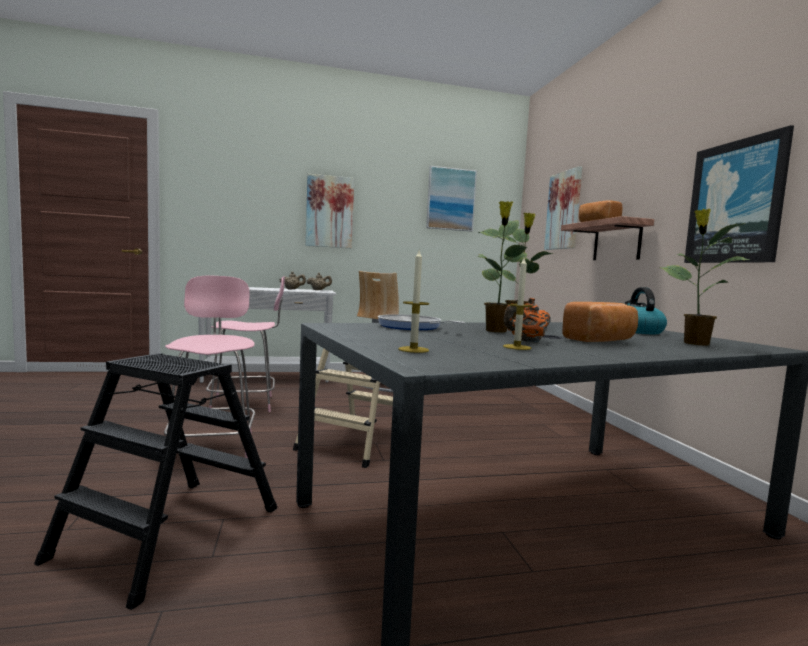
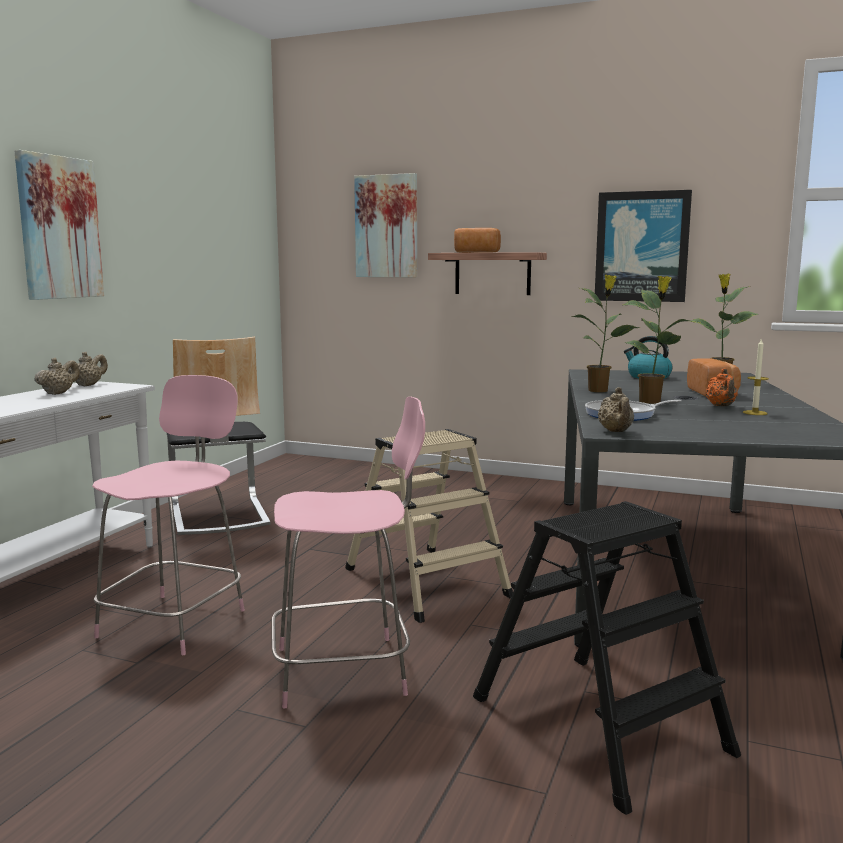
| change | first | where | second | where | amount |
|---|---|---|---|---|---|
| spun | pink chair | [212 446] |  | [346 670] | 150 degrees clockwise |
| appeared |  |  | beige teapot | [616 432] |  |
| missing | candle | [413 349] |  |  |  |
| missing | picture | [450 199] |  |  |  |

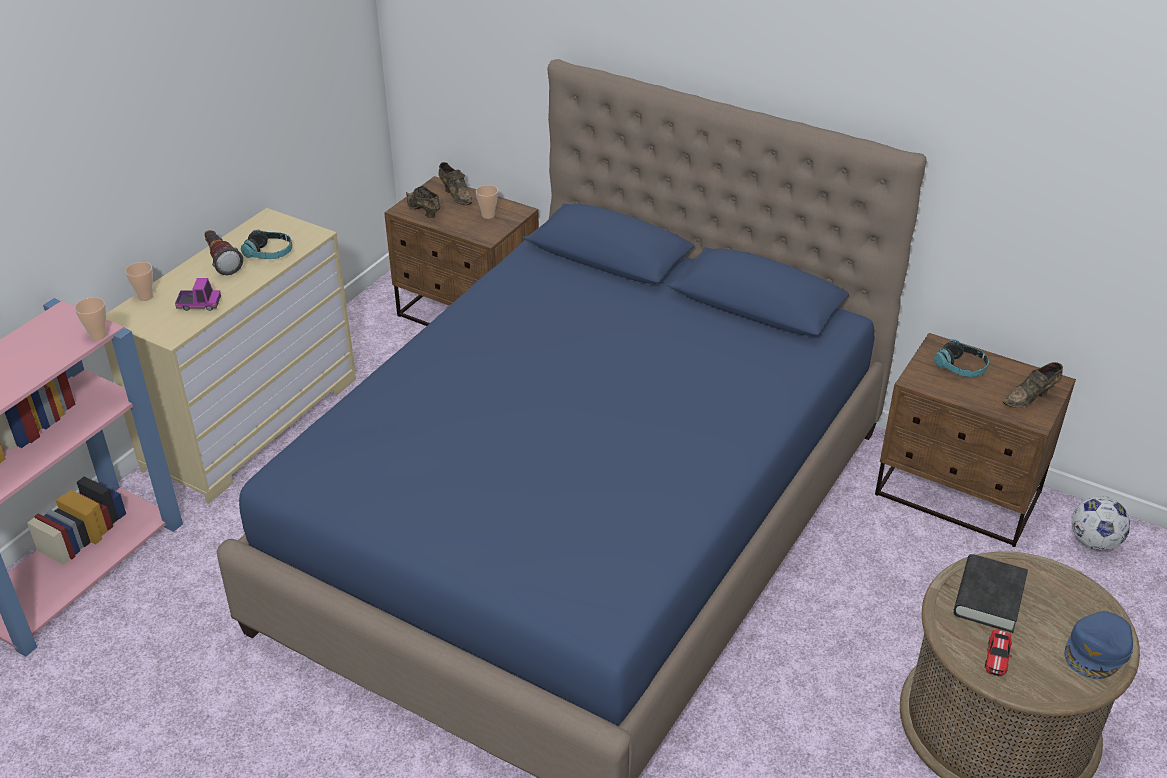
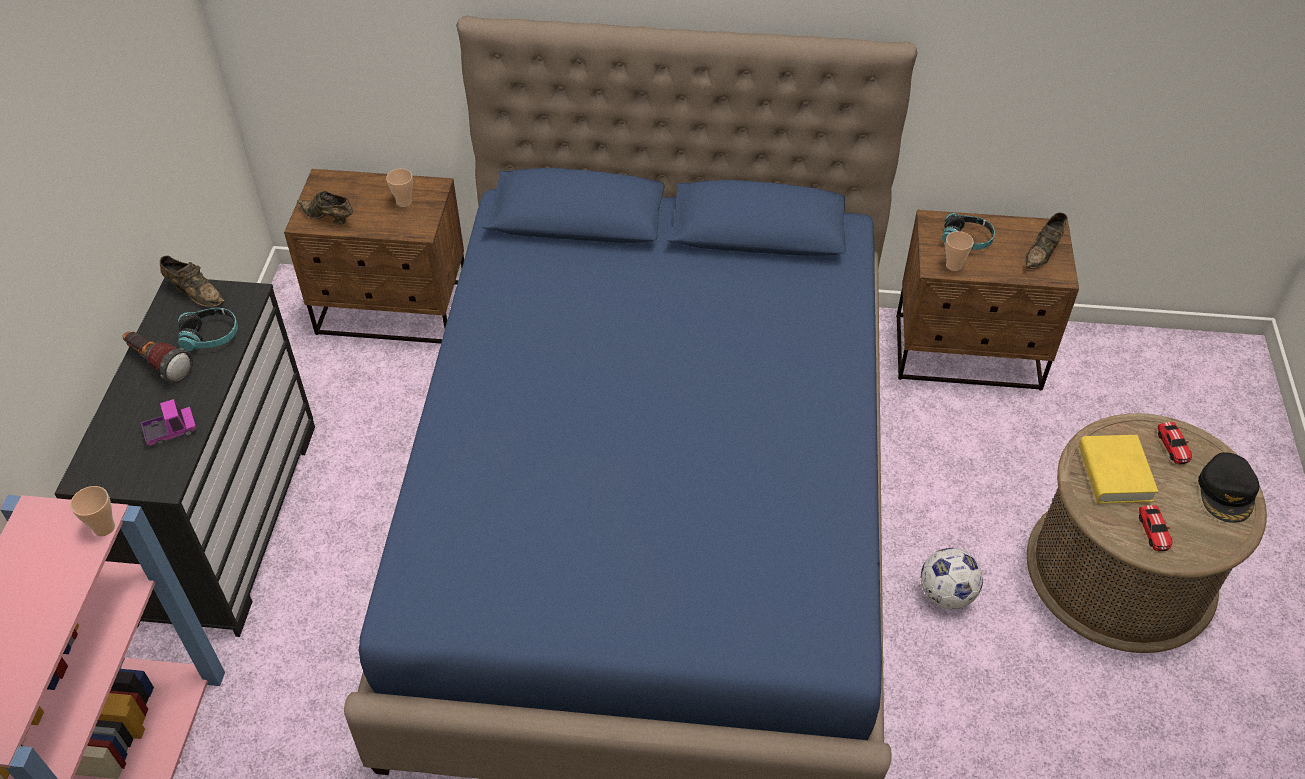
| change | first | where | second | where | amount |
|---|---|---|---|---|---|
| colour | beige dresser | [252 422] | black dresser | [228 519] |  |
| relocated | brown shoe | [456 195] |  | [195 293] |  |
| relocated | football | [1094 542] |  | [946 594] |  |
| relocated | cup | [145 296] |  | [953 265] |  |
| colour | black book | [988 598] | yellow book | [1114 474] |  |
| appeared |  |  | toy car | [1173 446] |  |
| colour | blue cap | [1097 650] | black cap | [1226 492] |  |

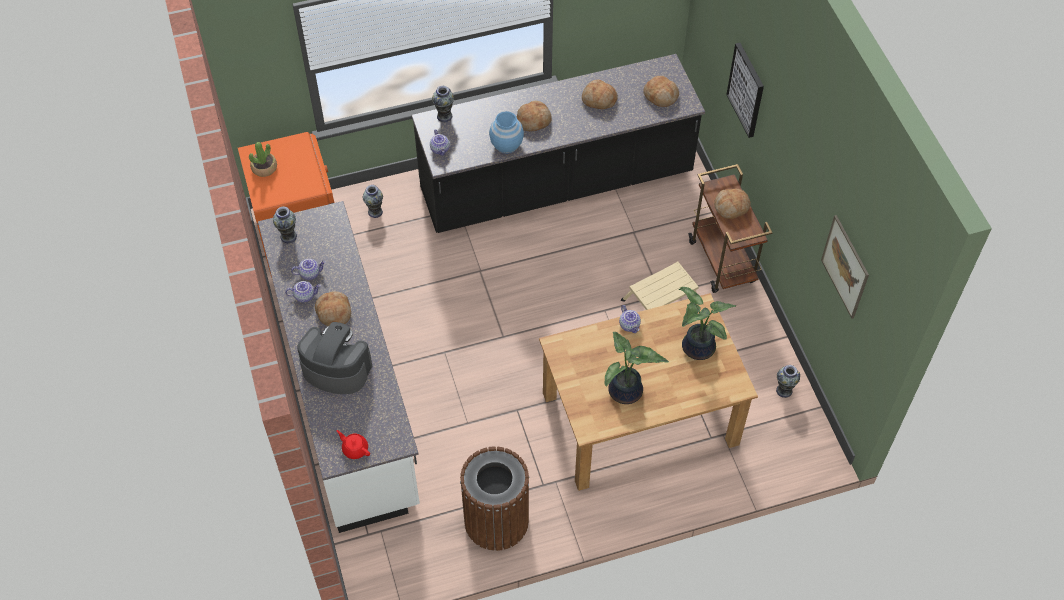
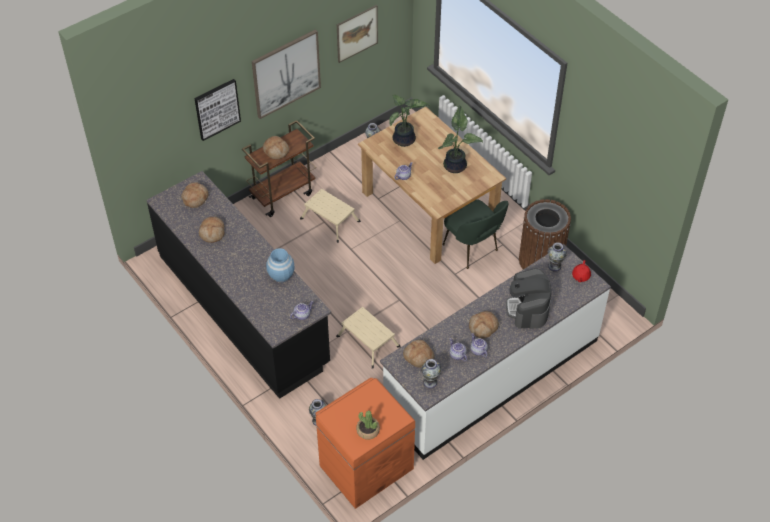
| change | first | where | second | where | amount |
|---|---|---|---|---|---|
| appeared |  |  | picture | [286 73] |  |
| appeared |  |  | beige step ladder | [368 341] |  |
| relocated | bread | [534 120] |  | [418 357] |  |
| appeared |  |  | green chair | [472 250] |  |
| relocated | vase | [444 116] |  | [554 266] |  |

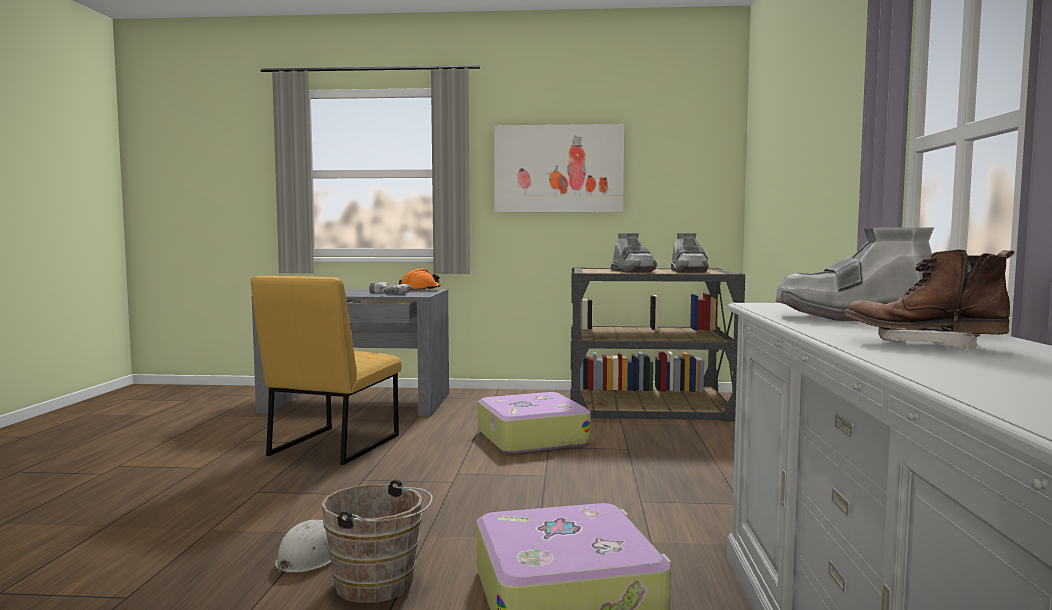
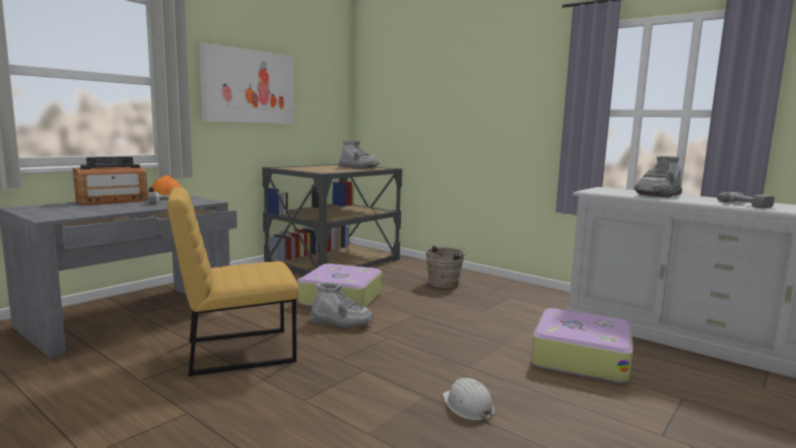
| change | first | where | second | where | amount |
|---|---|---|---|---|---|
| appeared |  |  | radio | [112 201] |  |
| spun | yellow chair | [332 446] |  | [236 351] | 105 degrees clockwise |
| relocated | grey boot | [633 271] |  | [342 322] |  |
| relocated | brown bucket | [379 585] |  | [446 283] |  |
| exchanged | brown boot | [923 345] | power drill | [748 204] |  |

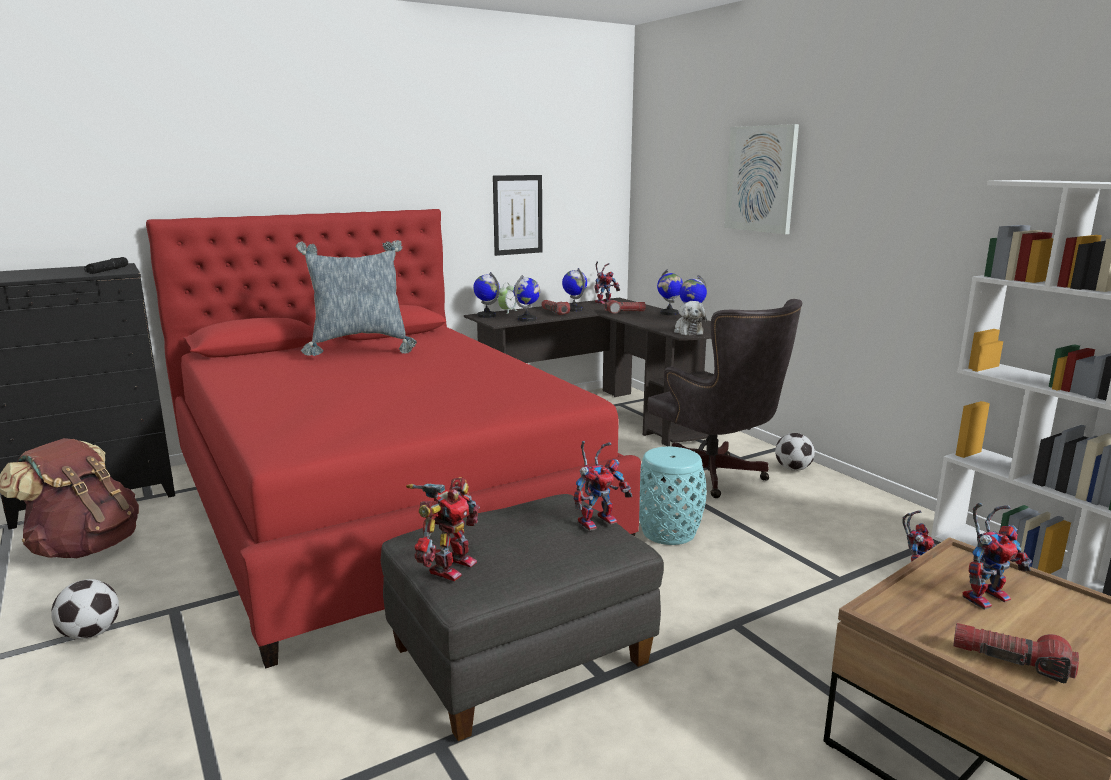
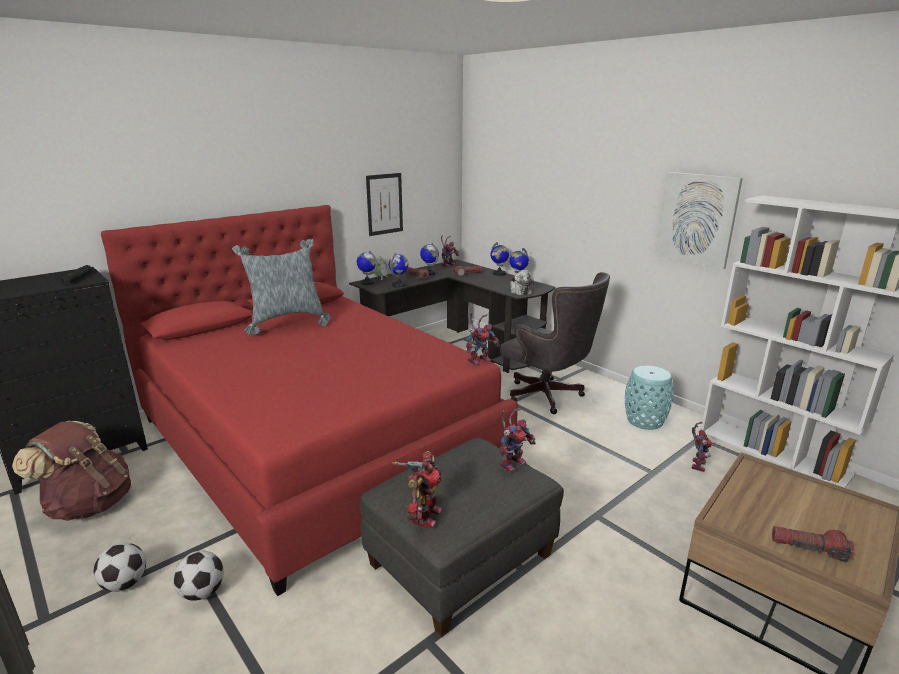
| change | first | where | second | where | amount |
|---|---|---|---|---|---|
| relocated | football | [793 469] |  | [202 592] |  |
| relocated | toy robot | [985 595] |  | [480 360] |  |
| relocated | turquoise stool | [668 533] |  | [644 421] |  |
| relocated | picture | [761 179] |  | [697 219] |  |

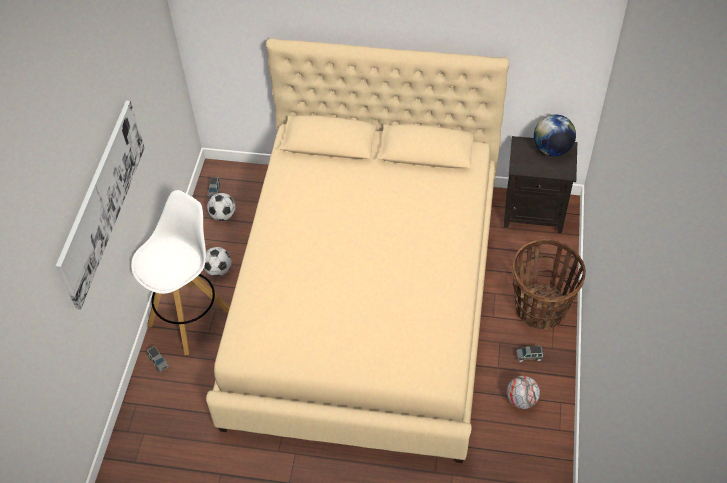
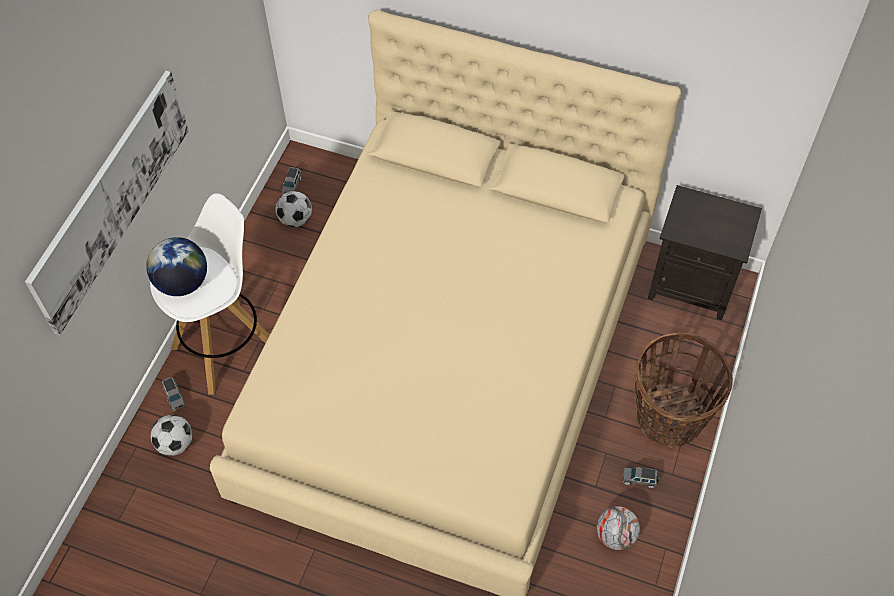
| change | first | where | second | where | amount |
|---|---|---|---|---|---|
| relocated | globe | [552 149] |  | [182 282] |  |
| relocated | football | [218 270] |  | [175 443] |  |

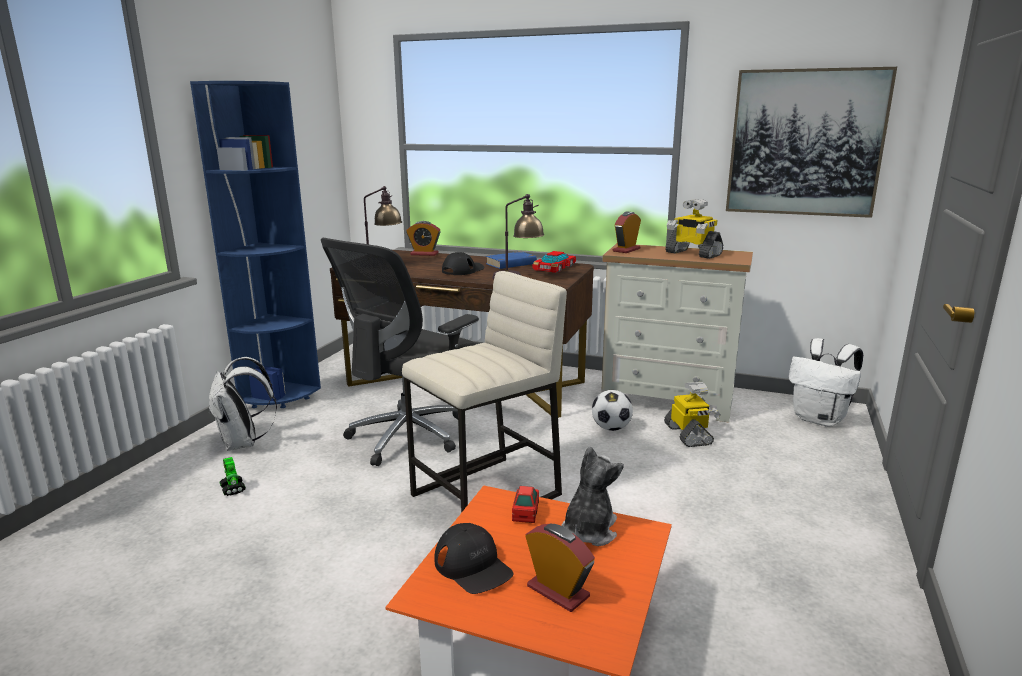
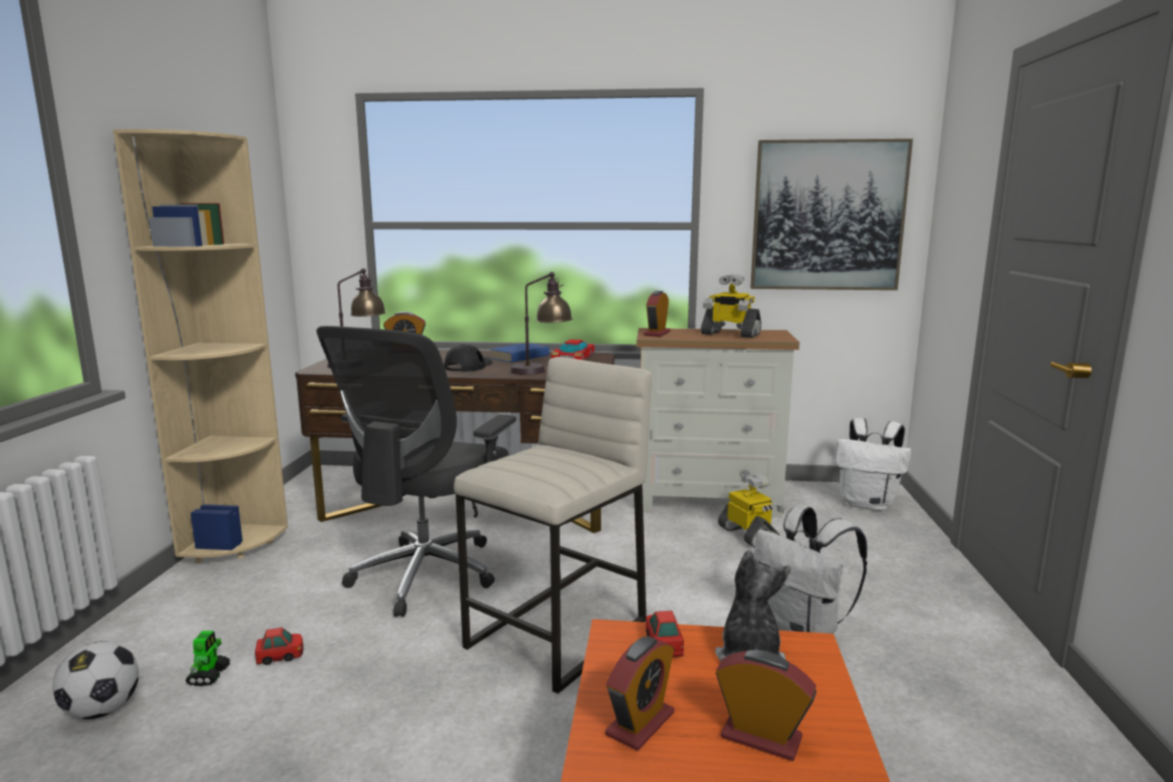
| change | first | where | second | where | amount |
|---|---|---|---|---|---|
| relocated | football | [611 428] |  | [102 710] |  |
| colour | blue bookcase | [280 401] | beige bookcase | [234 550] |  |
| spun | toy robot | [233 489] |  | [209 675] | 135 degrees counterclockwise |
| appeared |  |  | toy car | [280 656] |  |
| exchanged | black cap | [473 566] | alarm clock | [640 724] |  |
| relocated | white backpack | [243 443] |  | [803 629] |  |

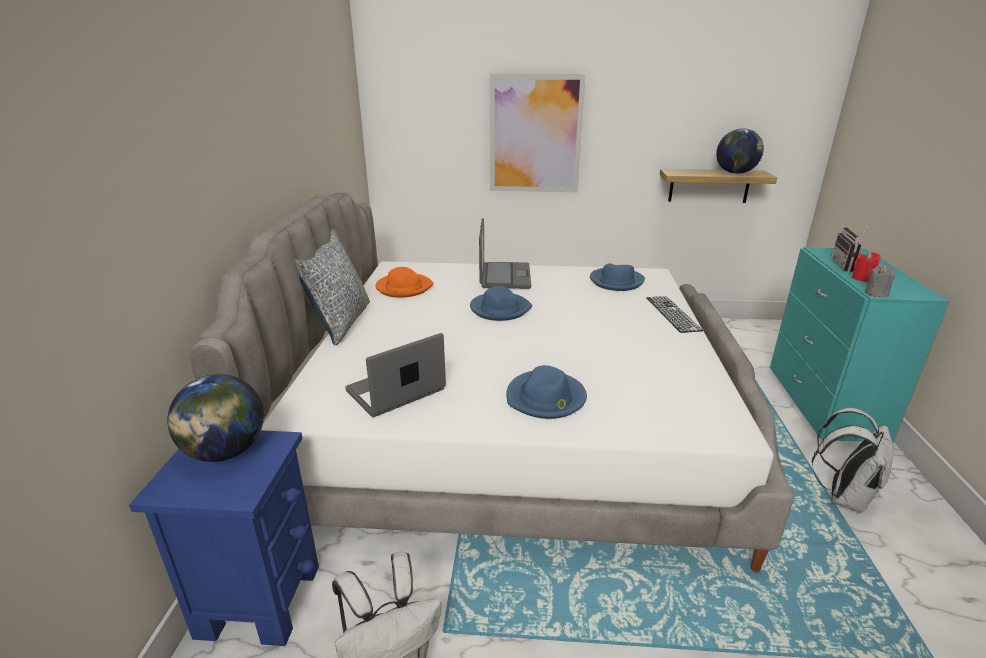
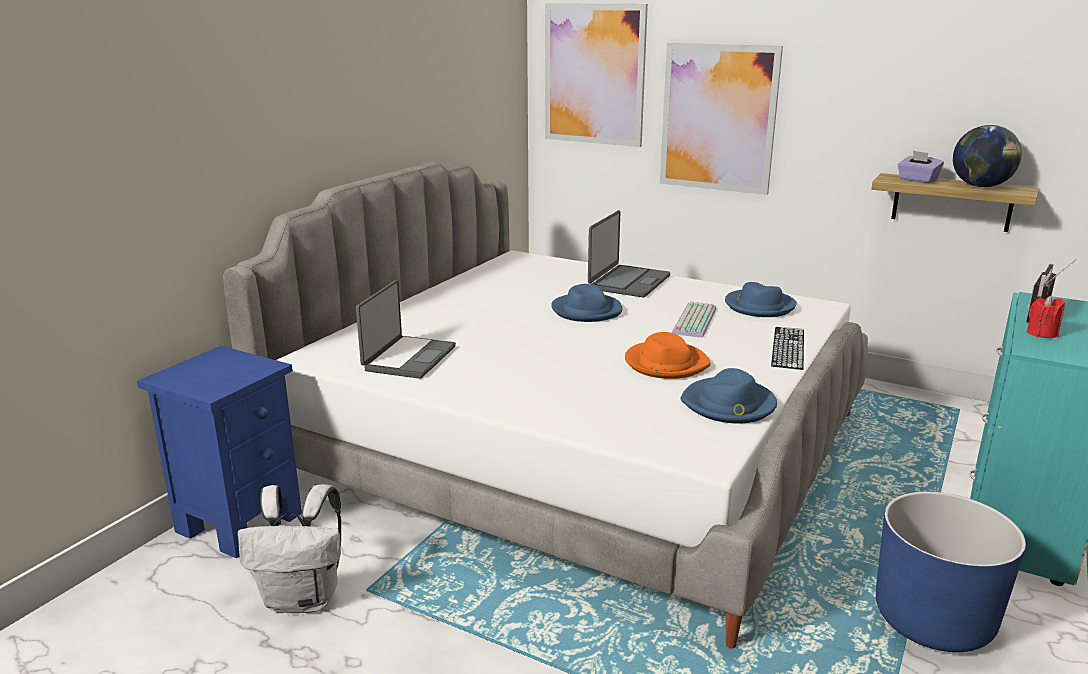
| change | first | where | second | where | amount |
|---|---|---|---|---|---|
| spun | laptop | [396 391] |  | [408 358] | 120 degrees clockwise |
| appeared |  |  | picture | [594 75] |  |
| relocated | orange hat | [403 287] |  | [666 363] |  |
| appeared |  |  | keyboard | [693 320] |  |
| relocated | blue hat | [546 398] |  | [729 405] |  |
| exchanged | white backpack | [843 496] | blue planter | [933 619] |  |
| appeared |  |  | purple tissue box | [917 180] |  |
| missing | globe | [226 452] |  |  |  |
| missing | pillow | [340 322] |  |  |  |
| missing | grey candle | [876 293] |  |  |  |

